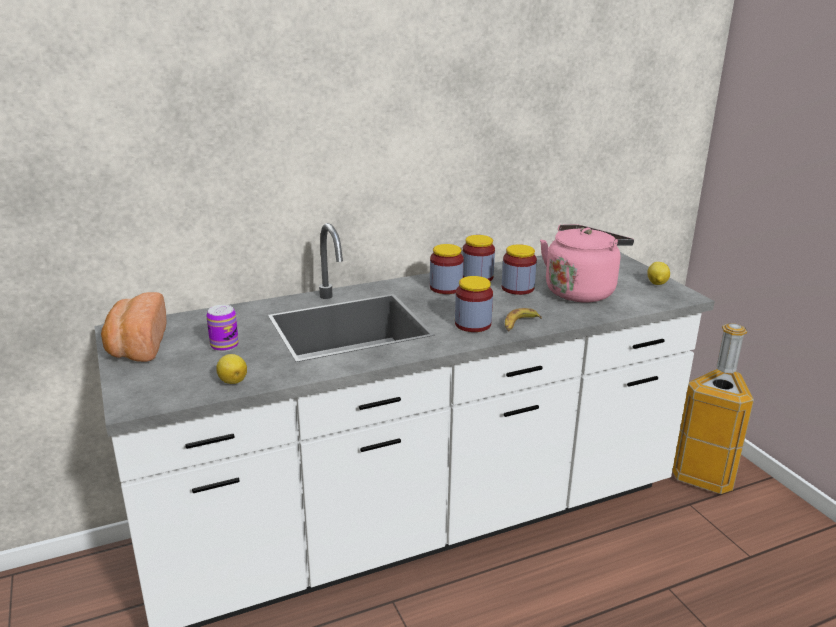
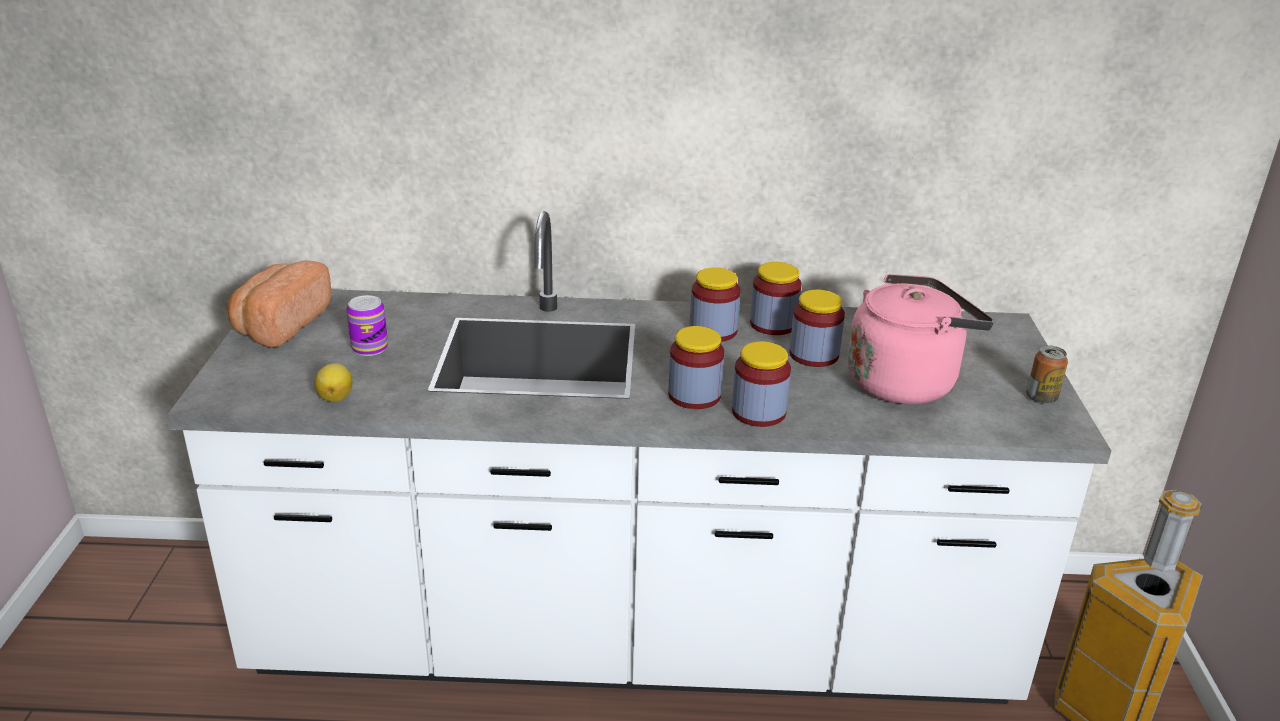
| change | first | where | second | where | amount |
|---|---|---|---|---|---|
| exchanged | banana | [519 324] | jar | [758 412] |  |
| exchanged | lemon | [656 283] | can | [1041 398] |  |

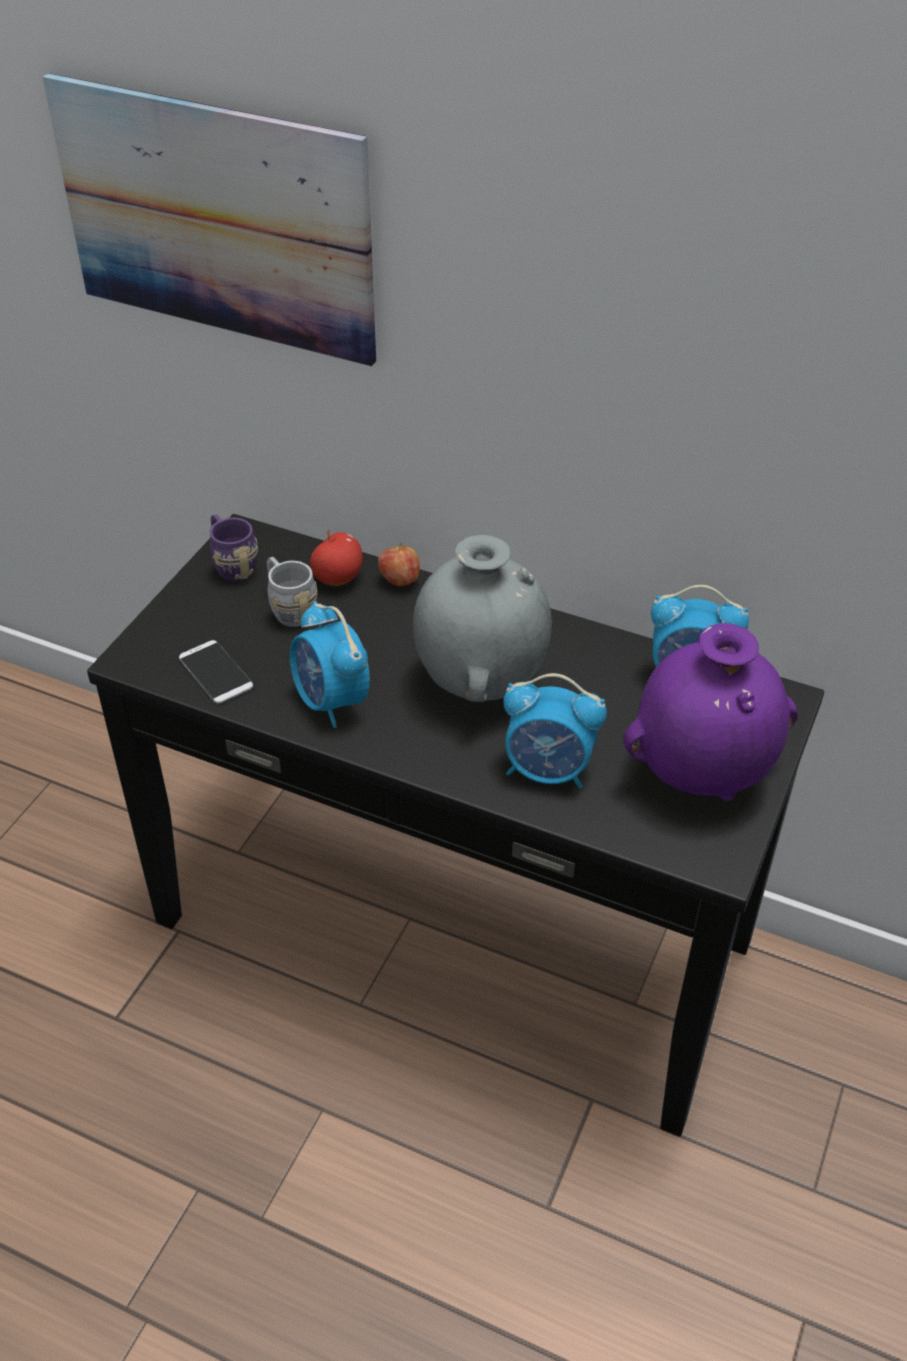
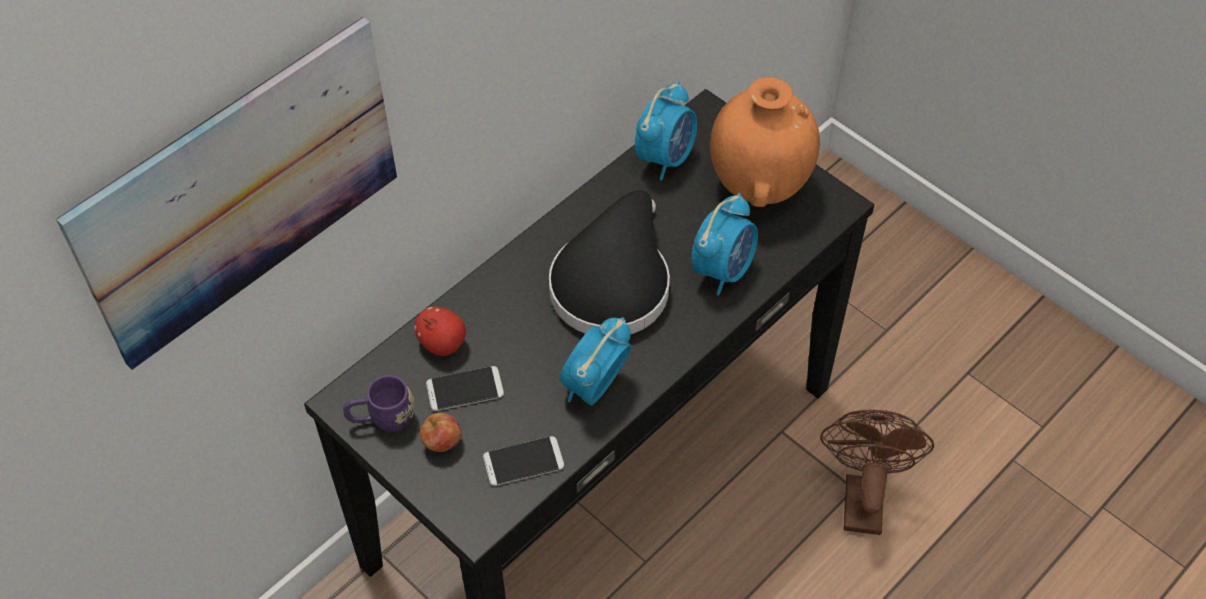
| change | first | where | second | where | amount |
|---|---|---|---|---|---|
| relocated | apple | [399 581] |  | [442 443] |  |
| exchanged | grey mug | [289 608] | phone | [465 389] |  |
| exchanged | grey vase | [480 681] | black hat | [612 281] |  |
| spun | alarm clock | [331 701] |  | [594 386] | 135 degrees clockwise |
| colour | purple vase | [703 773] | orange vase | [759 184] |  |
| appeared |  |  | brown fan | [862 495] |  |

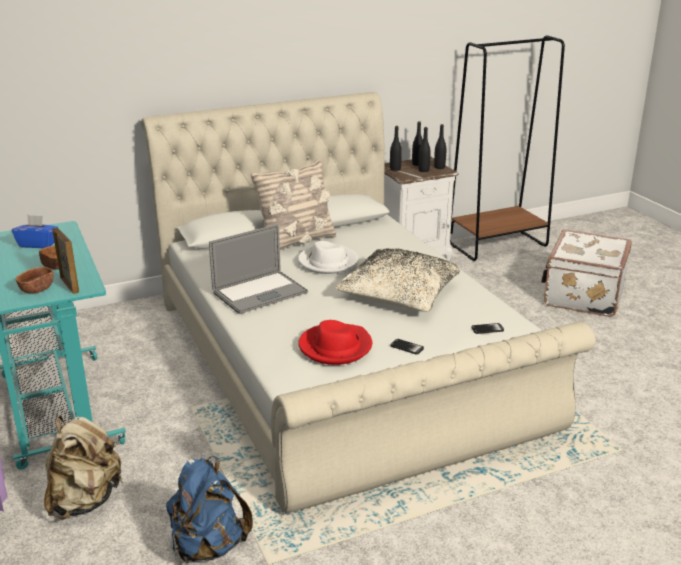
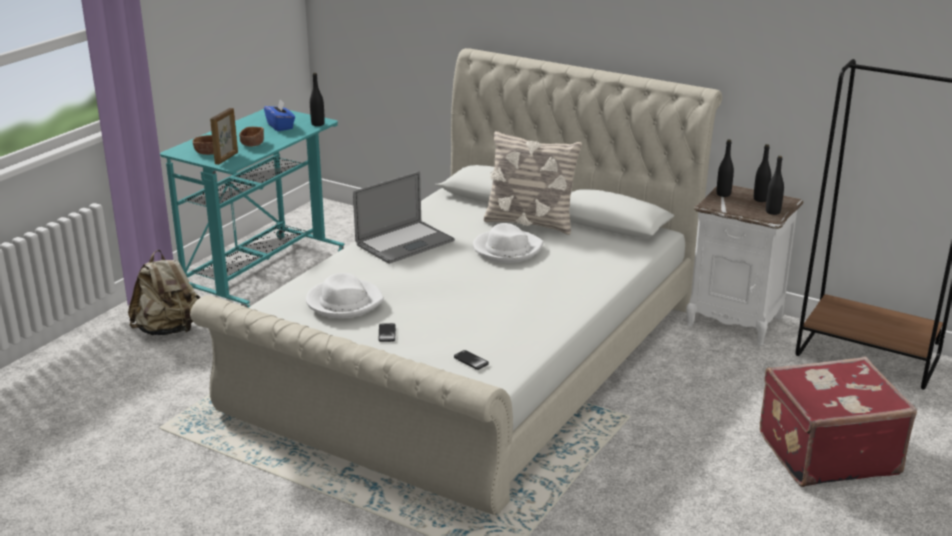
| change | first | where | second | where | amount |
|---|---|---|---|---|---|
| colour | red hat | [335 347] | white hat | [344 302] |  |
| relocated | black bottle | [423 170] |  | [318 124] |  |
| spun | laptop | [260 292] |  | [405 243] | 60 degrees counterclockwise |
| colour | white suitcase | [582 296] | red suitcase | [826 452] |  |
| missing | blue backpack | [208 546] |  |  |  |
| missing | beige pillow | [399 293] |  |  |  |

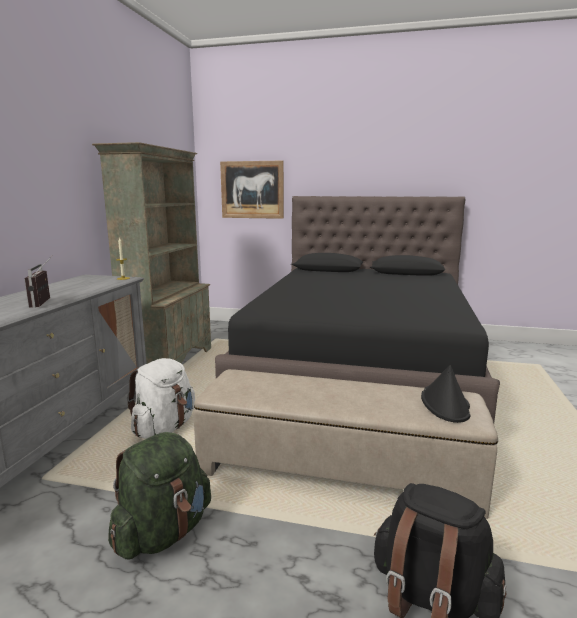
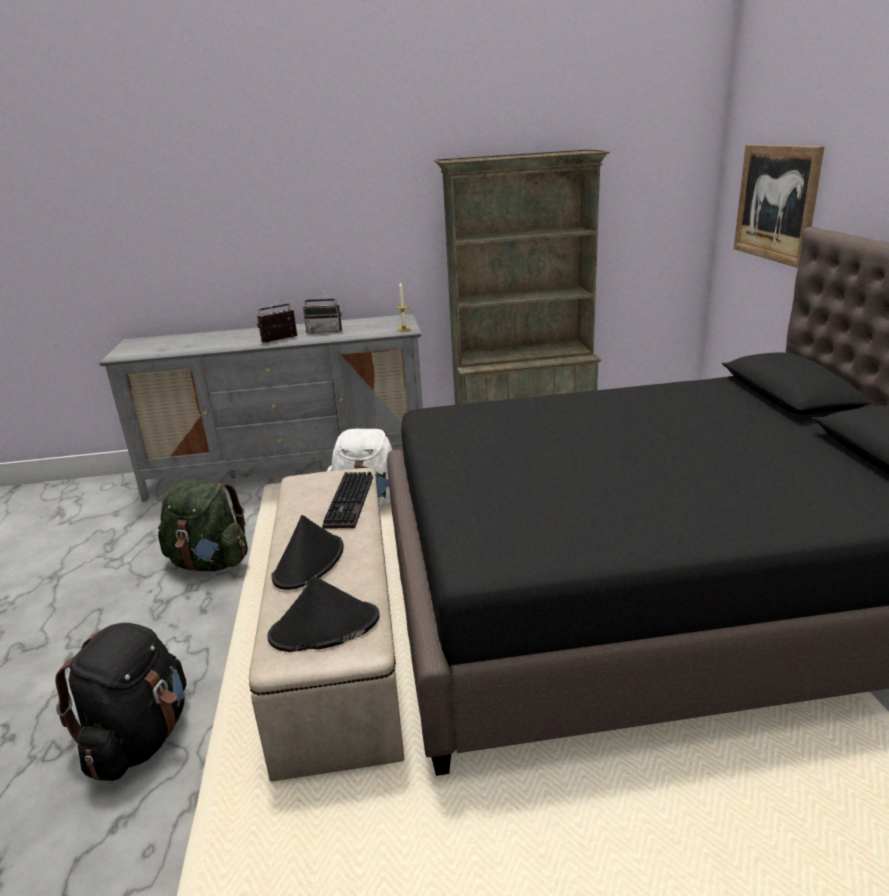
| change | first | where | second | where | amount |
|---|---|---|---|---|---|
| appeared |  |  | black hat | [309 562] |  |
| appeared |  |  | radio | [325 331] |  |
| appeared |  |  | keyboard | [351 502] |  |

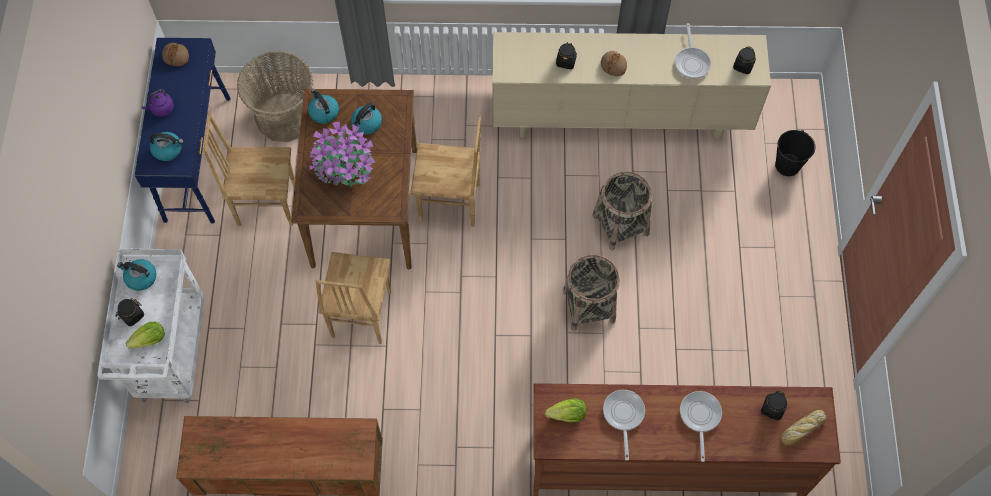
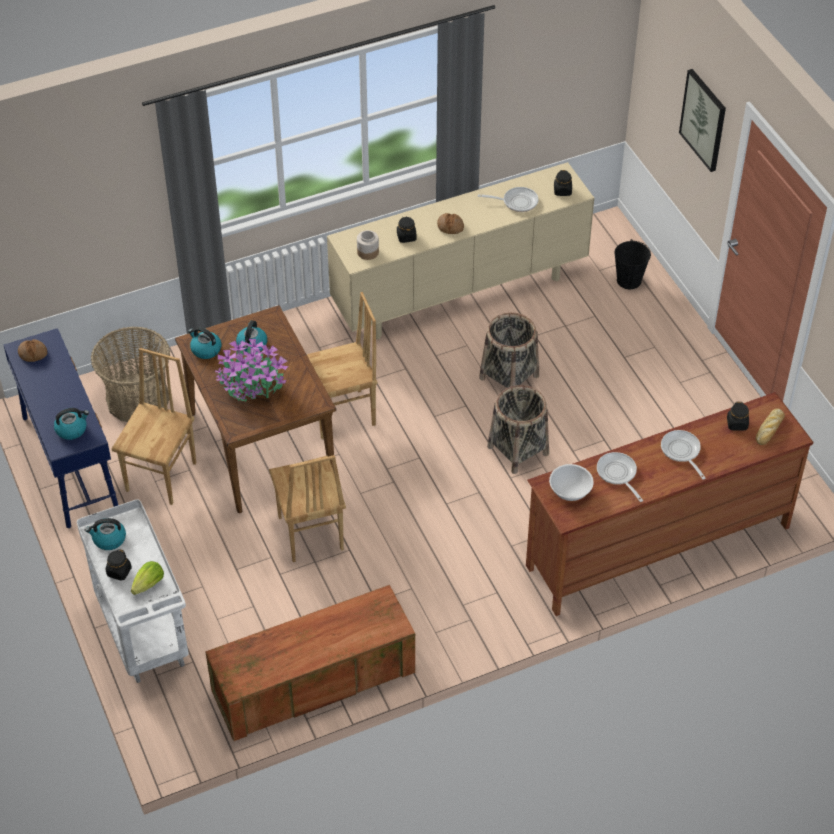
| change | first | where | second | where | amount |
|---|---|---|---|---|---|
| spun | brown chair | [266 203] |  | [162 476] | 135 degrees clockwise |
| appeared |  |  | jar | [368 252] |  |
| spun | frying pan | [692 62] |  | [517 202] | 60 degrees counterclockwise |
| exchanged | lettuce | [567 415] | white bowl | [570 491] |  |
| appeared |  |  | picture | [704 120] |  |
| missing | purple kettle | [161 109] |  |  |  |

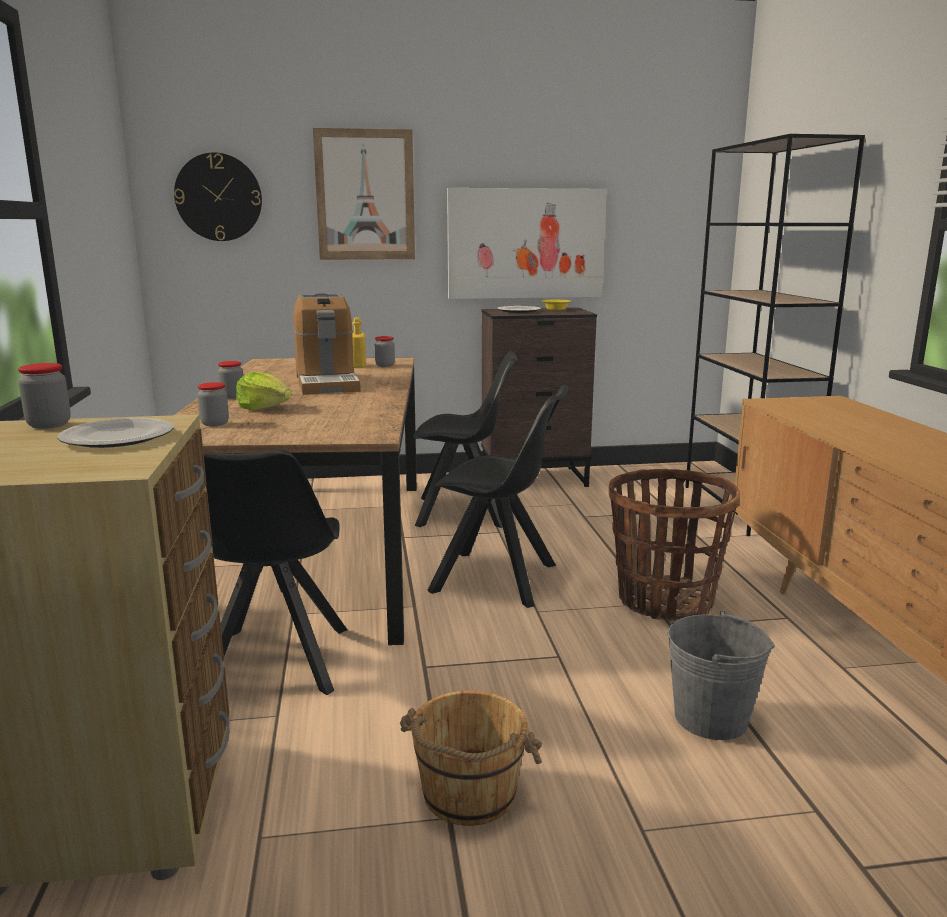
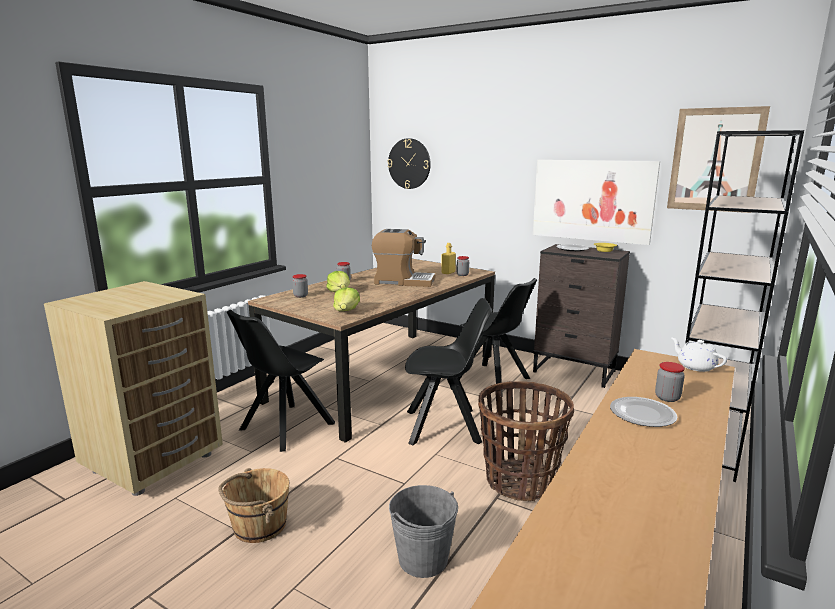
| change | first | where | second | where | amount |
|---|---|---|---|---|---|
| appeared |  |  | lettuce | [346 311] |  |
| spun | coffee machine | [327 383] |  | [403 281] | 105 degrees counterclockwise |
| spun | black chair | [498 579] |  | [445 427] | 60 degrees counterclockwise |
| relocated | plate | [118 438] |  | [642 415] |  |
| relocated | jar | [49 425] |  | [667 398] |  |
| relocated | picture | [365 195] |  | [715 160] |  |
| appeared |  |  | white teapot | [695 366] |  |

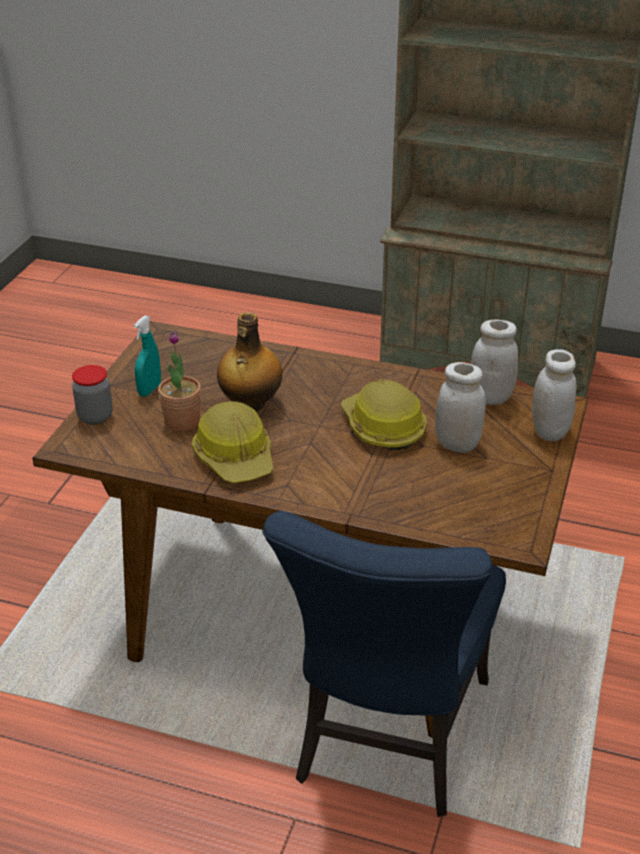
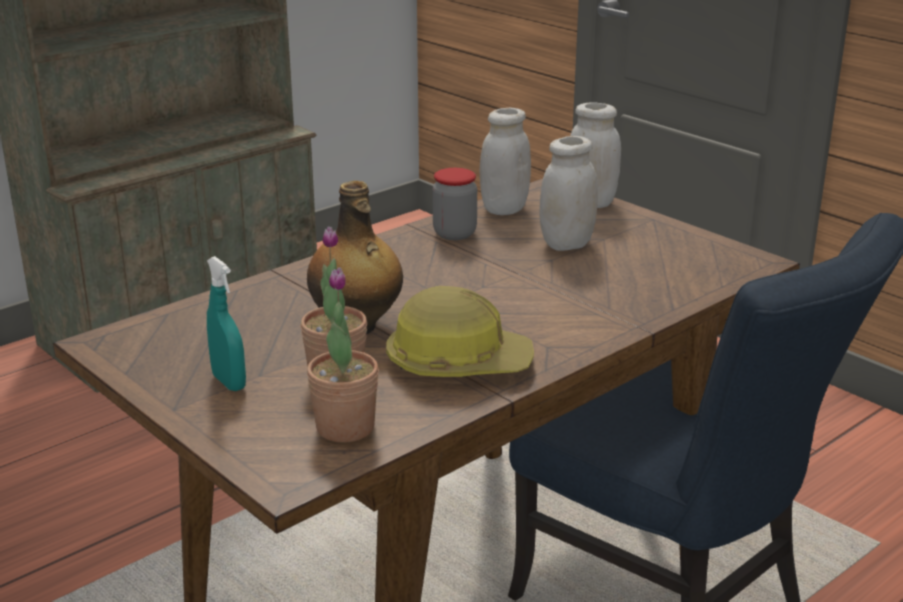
| change | first | where | second | where | amount |
|---|---|---|---|---|---|
| appeared |  |  | potted plant | [345 427] |  |
| relocated | jar | [95 417] |  | [454 233] |  |
| missing | hard hat | [382 427] |  |  |  |

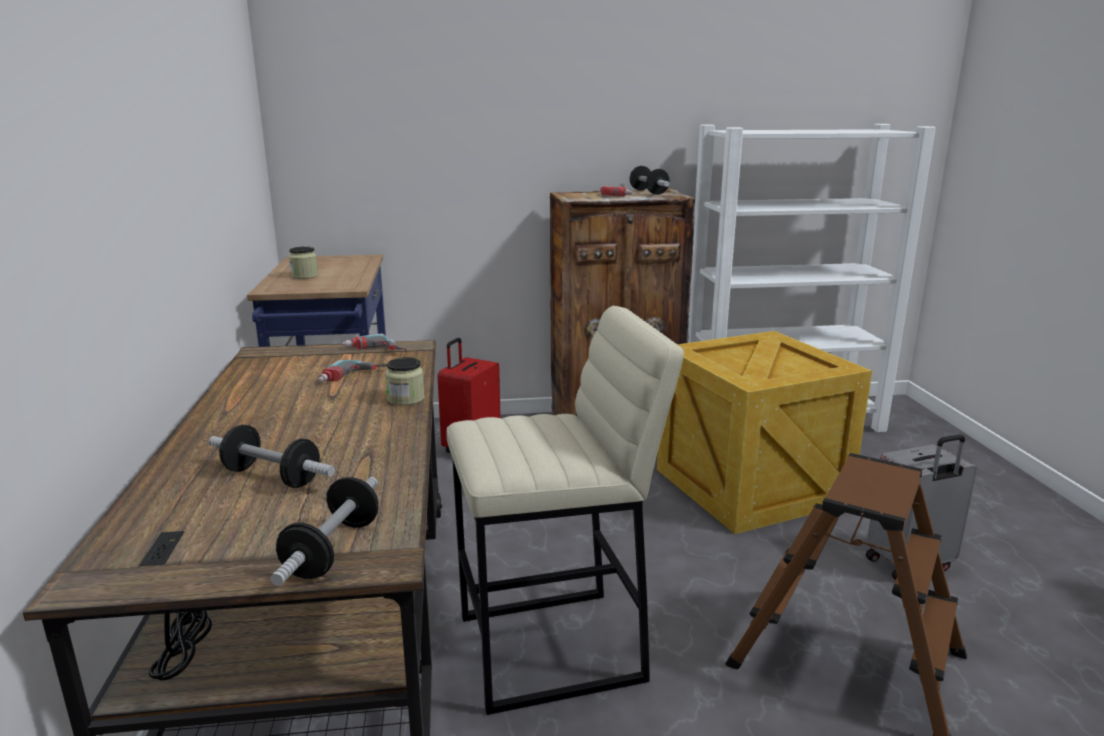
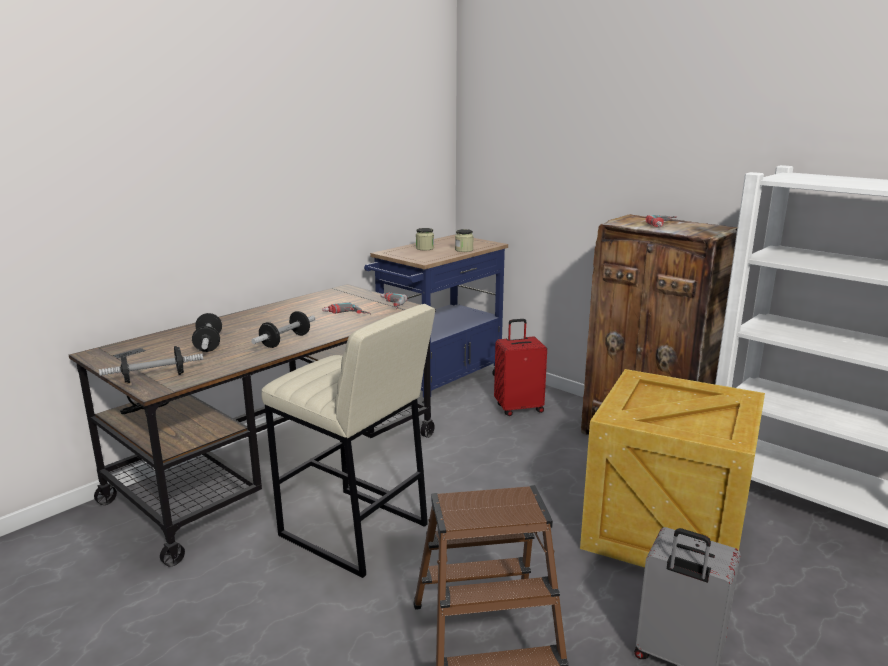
| change | first | where | second | where | amount |
|---|---|---|---|---|---|
| relocated | dumbbell | [648 192] |  | [285 341] |  |
| relocated | jar | [406 399] |  | [464 250] |  |

